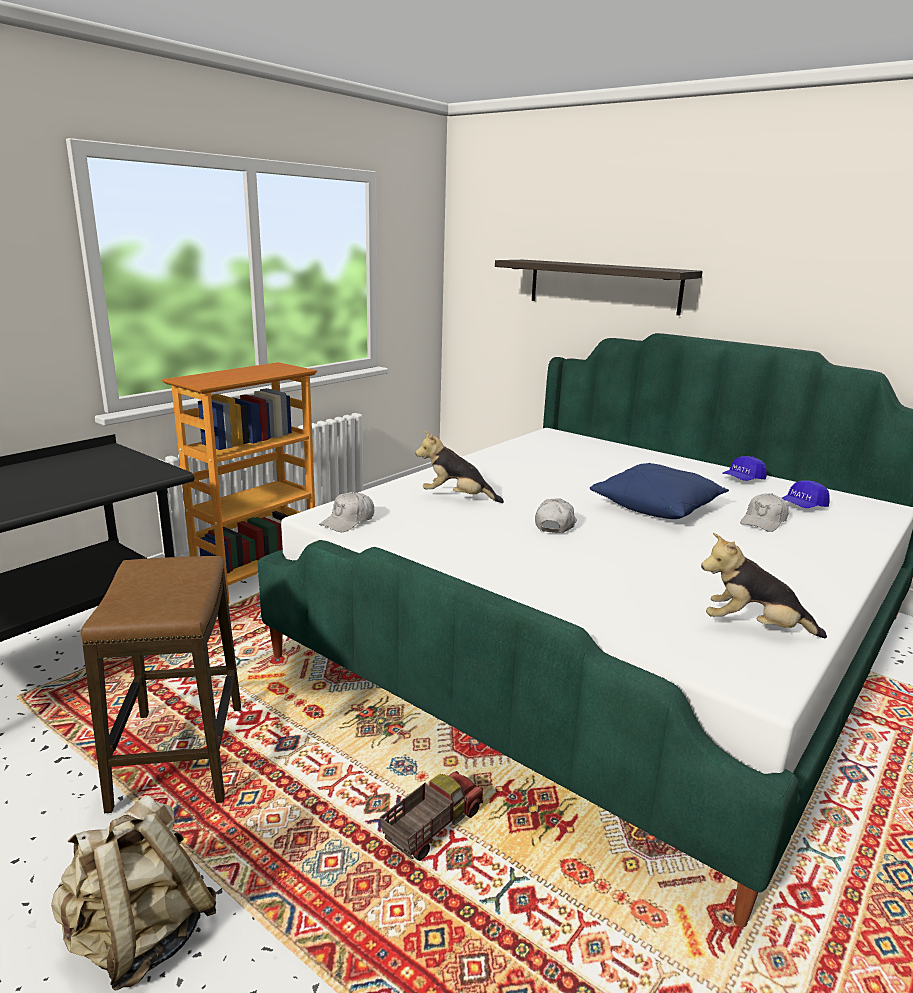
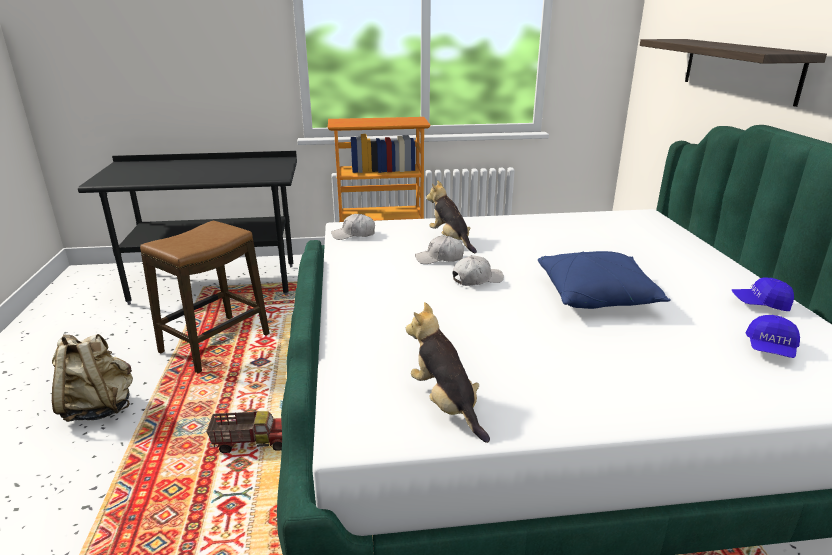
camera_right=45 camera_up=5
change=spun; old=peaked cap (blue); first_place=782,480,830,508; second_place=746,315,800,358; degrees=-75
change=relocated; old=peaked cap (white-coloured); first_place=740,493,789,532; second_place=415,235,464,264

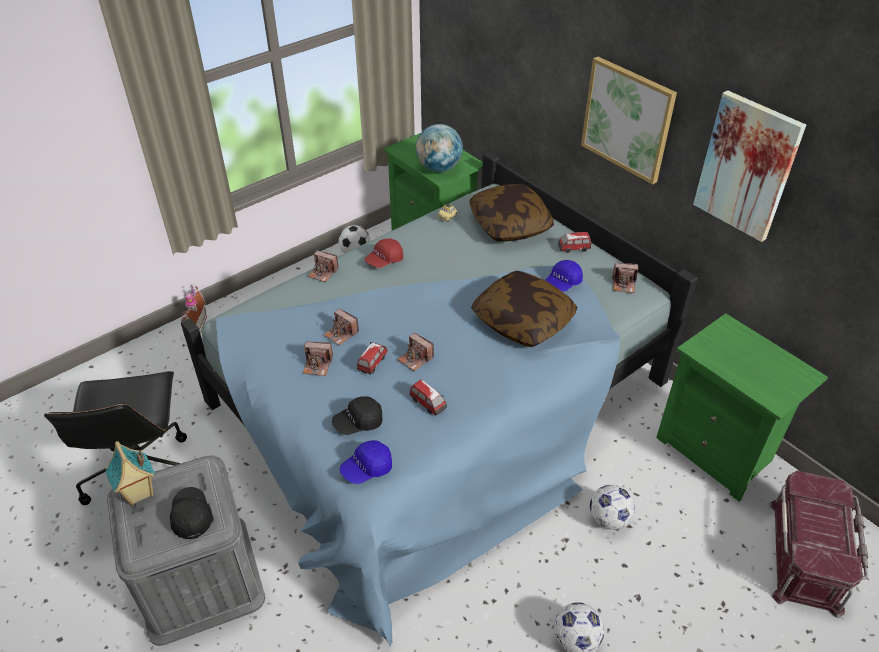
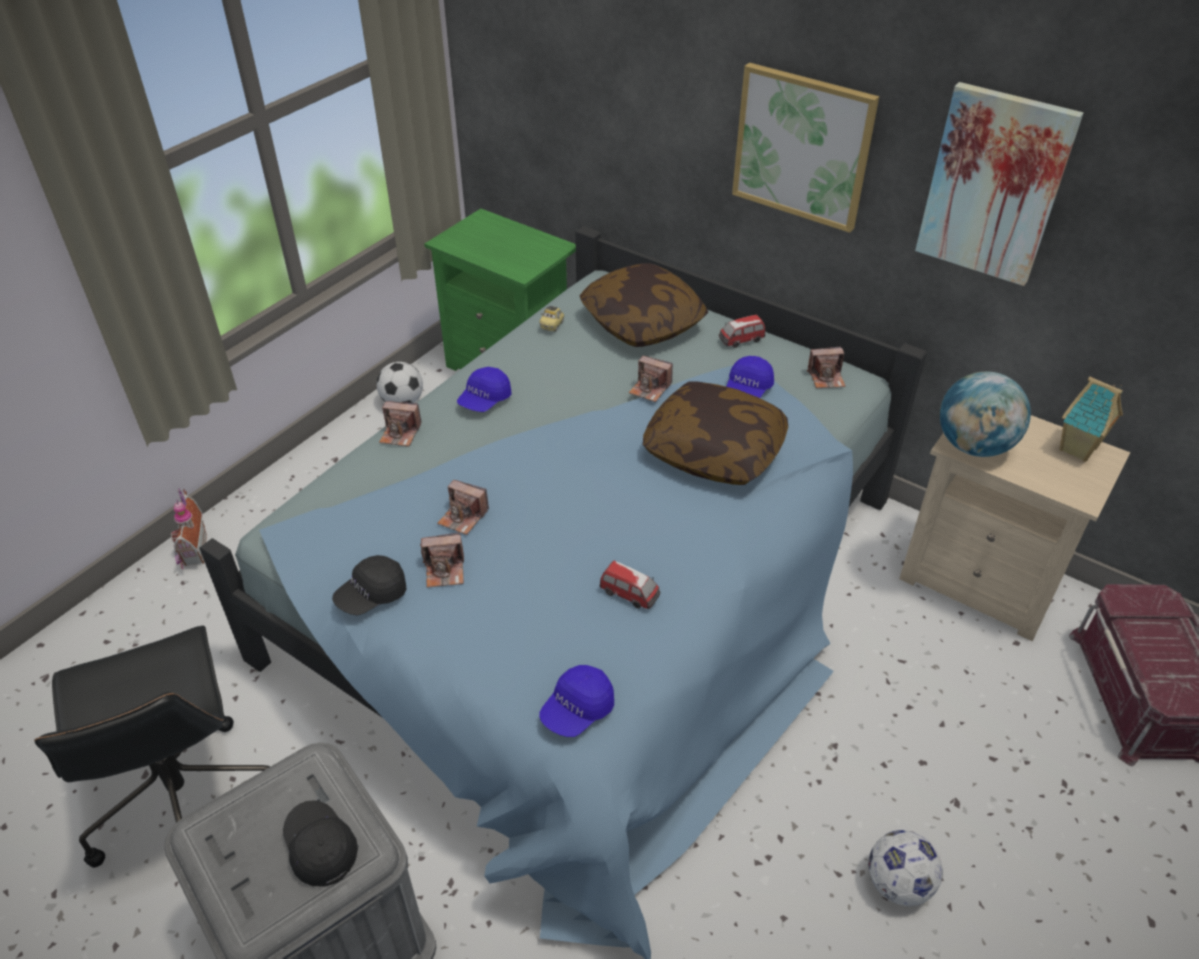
camera_right=-15 camera_up=0
change=relocated; old=globe; first_place=416,124,463,172; second_place=940,372,1031,457
change=colour; old=peaked cap (red-coloured); new=peaked cap (blue); first_place=365,238,403,268; second_place=457,367,512,412
change=colour; old=bedside table (green-coloured); new=bedside table (beige-coloured); first_place=656,313,828,501; second_place=899,415,1130,641
change=relocated; old=still camera; first_place=397,333,434,371; second_place=629,356,673,402
change=missing; old=toy car; first_place=357,342,388,374
change=relocated; old=peaked cap (blackish); first_place=332,396,383,435; second_place=332,555,406,615
change=relocated; old=miniature house; first_place=105,441,155,505; second_place=1060,377,1123,462
change=missing; old=ball for football; first_place=590,485,635,530

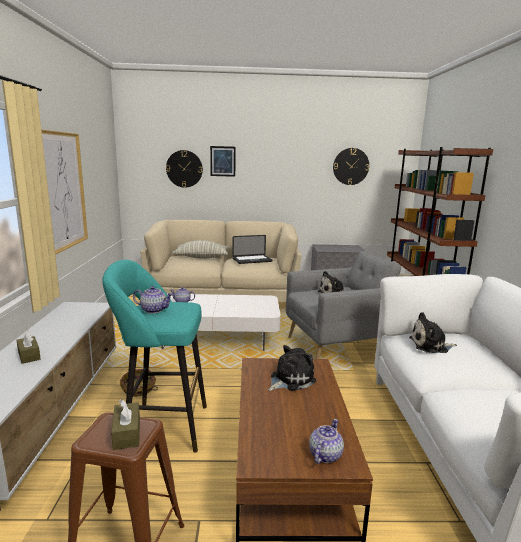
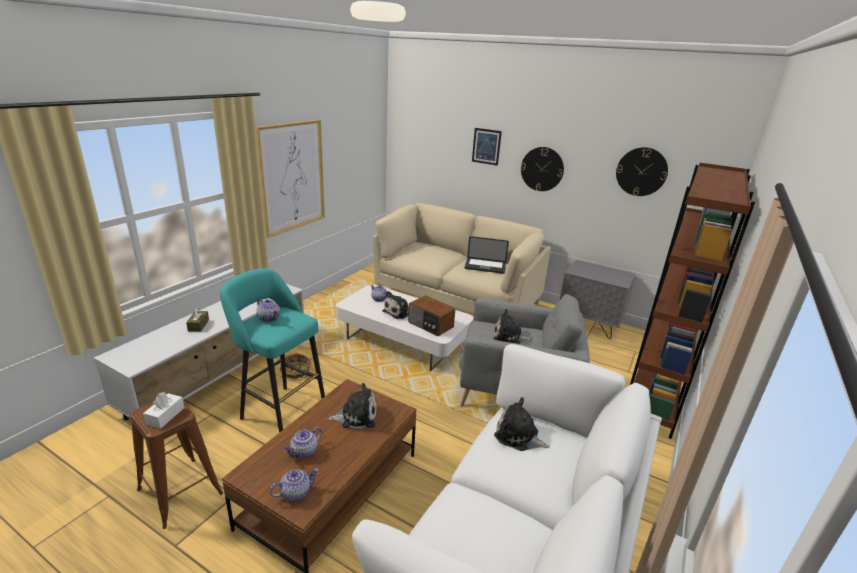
camera_right=30 camera_up=10
change=relocated; old=hanging clock; first_place=166,150,203,188; second_place=521,147,564,191
change=missing; old=throw pillow; first_place=173,240,229,258
change=colour; old=tissue box (brown); new=tissue box (white-coloured); first_place=111,399,140,450; second_place=143,392,184,429
change=appeared; new=cuddly toy; second_place=382,291,409,319
change=appeared; new=radio receiver; second_place=408,296,455,336
change=appeared; new=tea pot; second_place=284,427,322,459

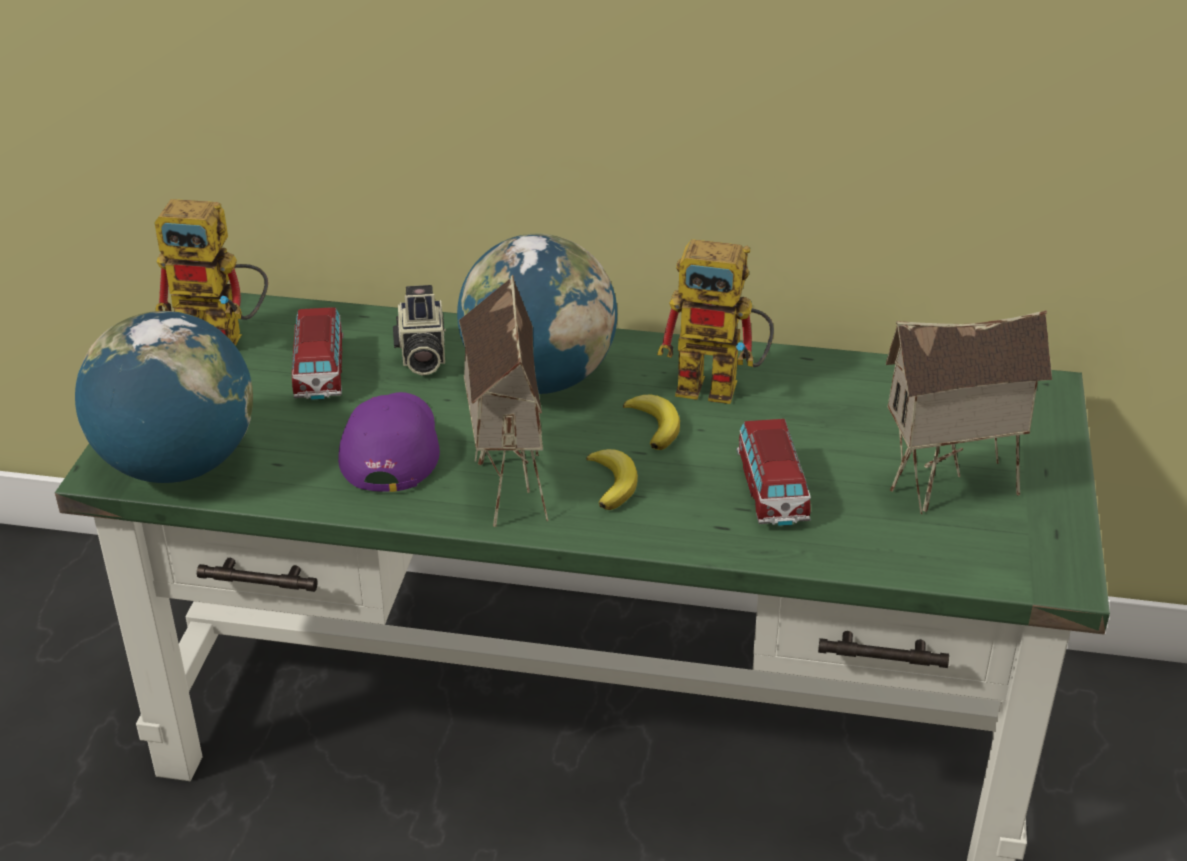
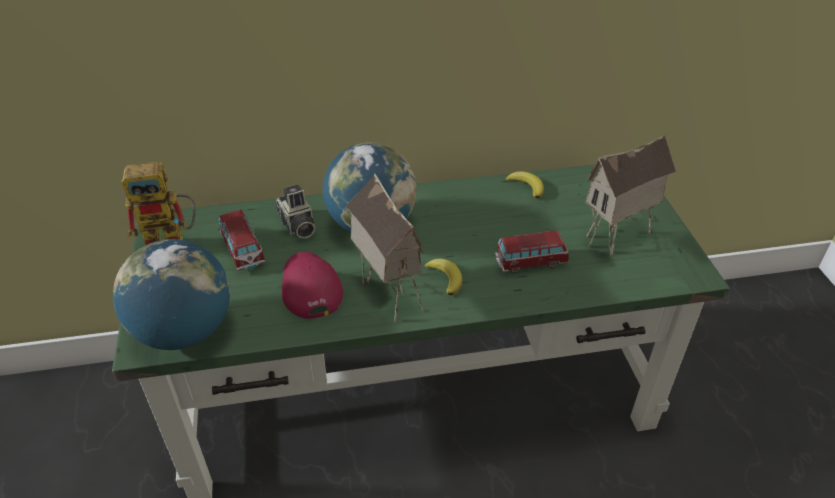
camera_right=-20 camera_up=5
change=missing; old=toy robot; first_place=657,239,774,404
change=colour; old=peaked cap (purple); new=peaked cap (red-coloured); first_place=338,392,440,492; second_place=282,252,343,319
change=relocated; old=banana fruit; first_place=623,395,680,450; second_place=505,171,544,199
change=spun; old=toy car; first_place=736,419,811,526; second_place=495,230,569,273; degrees=-75

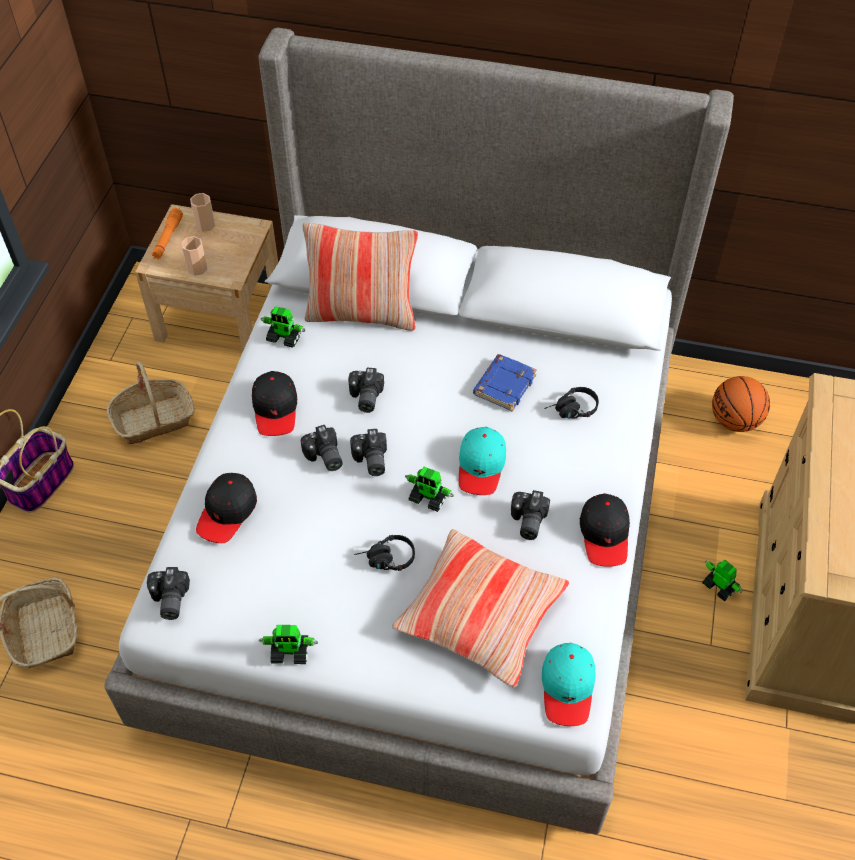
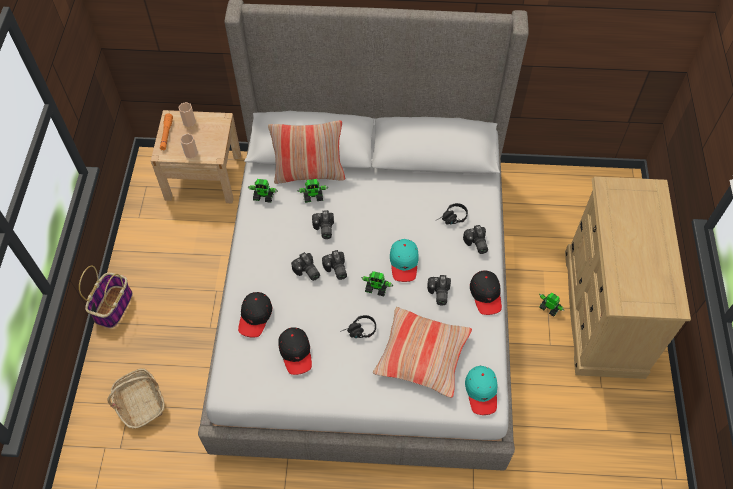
camera_right=-10 camera_up=5
change=missing; old=book (blue); first_place=473,354,537,412
change=missing; old=storage basket; first_place=107,362,195,444
change=relocated; old=peaked cap (blackish); first_place=252,371,297,436; second_place=278,327,312,375
change=missing; old=ball for basketball; first_place=712,376,770,432
change=relocated; old=still camera; first_place=147,567,190,620; second_place=463,225,488,254
change=relocated; old=toy robot; first_place=259,625,318,664; second_place=297,179,328,203

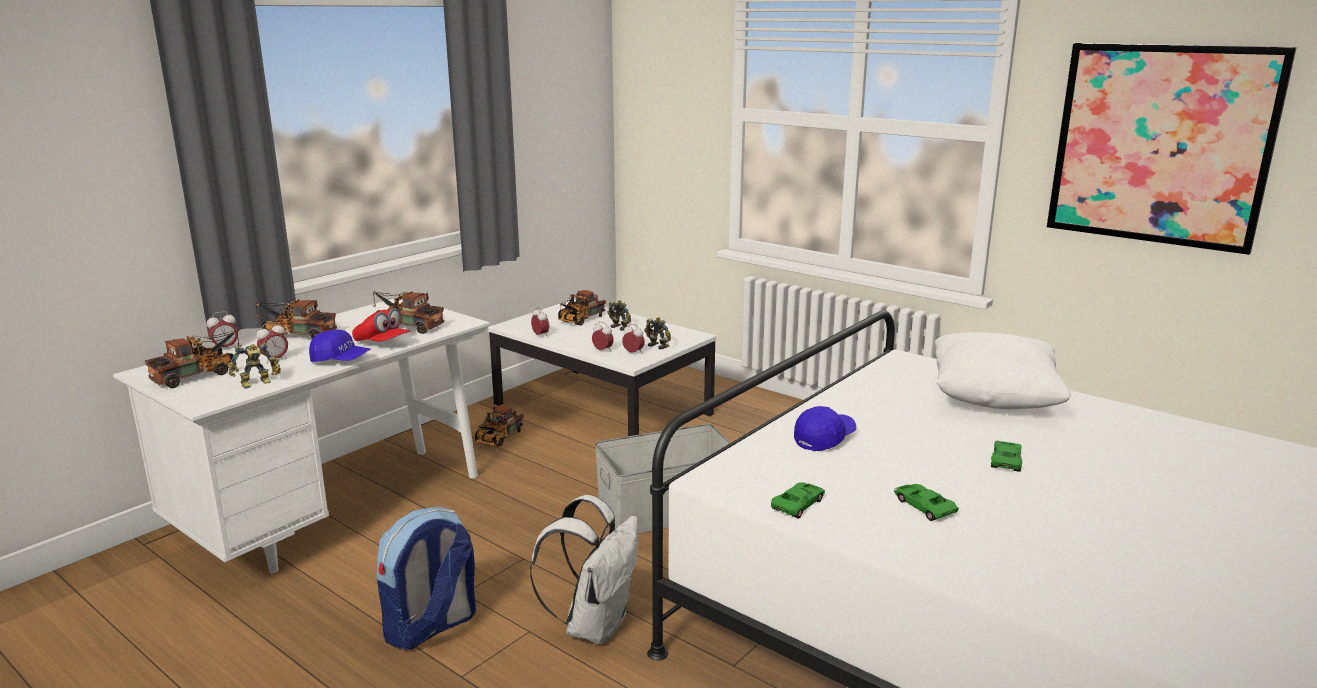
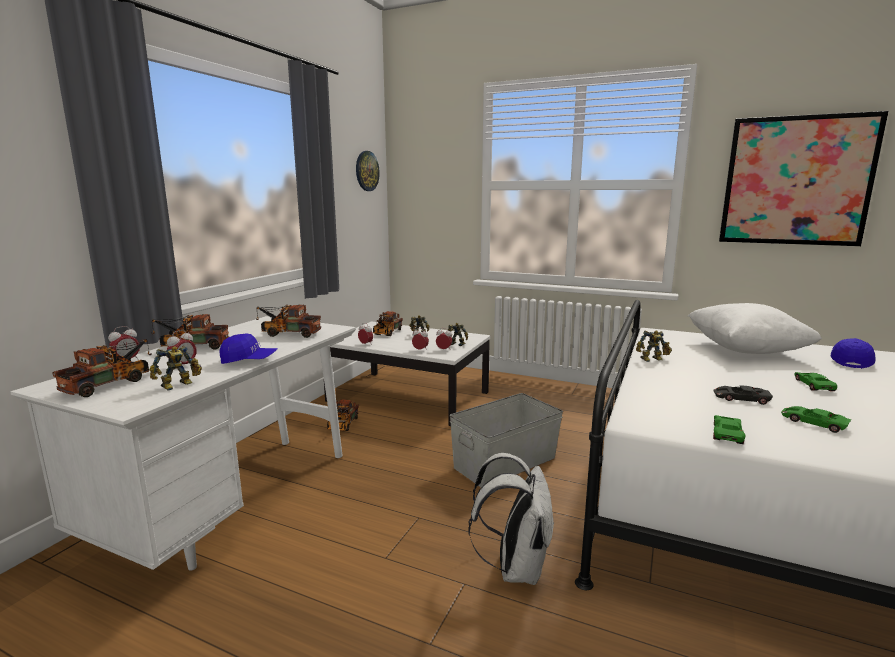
camera_right=-15 camera_up=-5
change=missing; old=peaked cap (red-coloured); first_place=352,308,411,342
change=relocated; old=peaked cap (blue); first_place=794,406,856,451; second_place=831,338,875,369
change=missing; old=knapsack; first_place=377,507,476,650
change=appeared; new=hanging clock; second_place=356,151,380,191
change=appeared; new=toy robot; second_place=636,330,672,362
change=appeared; new=toy car (blackish); second_place=714,385,773,405

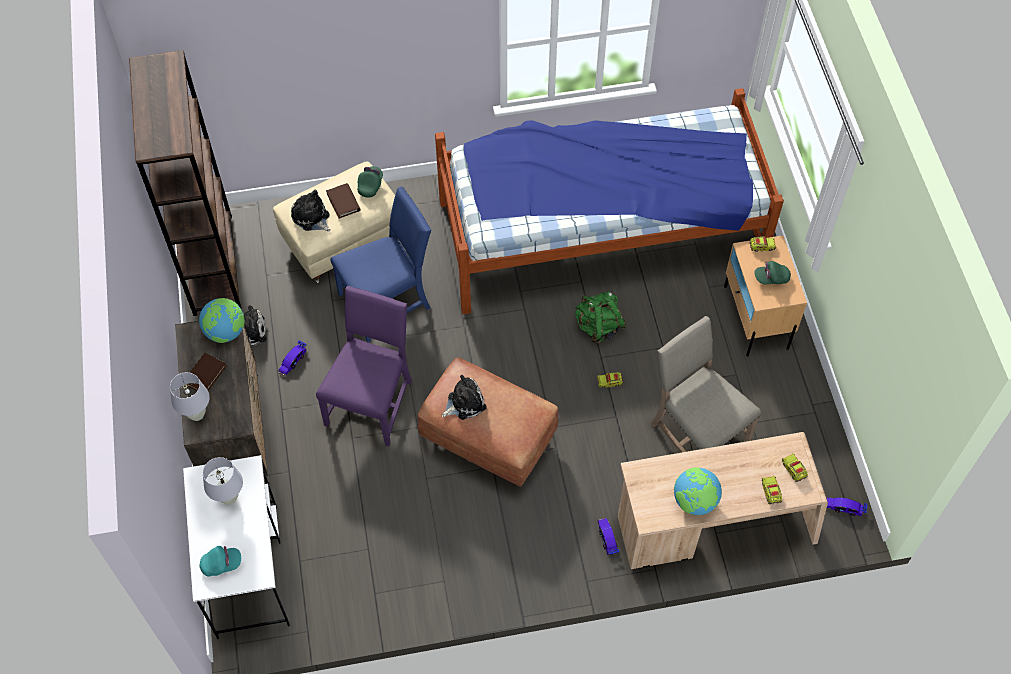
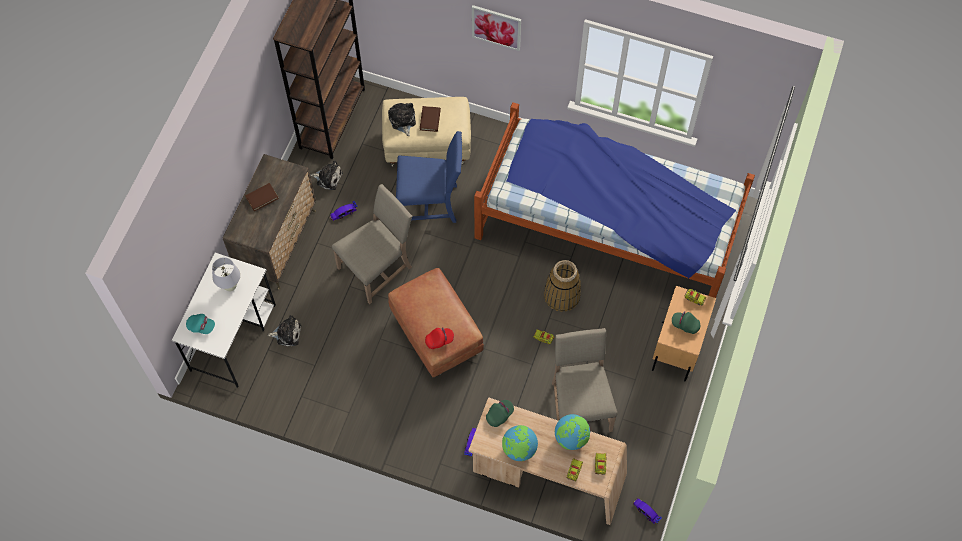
camera_right=30 camera_up=5
change=relocated; old=peaked cap (green-coloured); first_place=357,166,383,198; second_place=486,400,514,427
change=colour; old=chair (purple); new=chair (beige-coloured); first_place=316,286,412,446; second_place=332,184,412,304
change=exchanged; old=knapsack (green-coloured); new=storage basket; first_place=575,291,626,343; second_place=544,260,581,312
change=relocated; old=globe; first_place=199,298,245,343; second_place=555,414,590,450
change=missing; old=tabletop lamp (white-coloured); first_place=170,372,210,421
change=relocated; old=cuddly toy; first_place=442,375,487,420; second_place=267,315,301,347
change=appeared; new=wall art; second_place=472,5,521,51
change=appeared; new=peaked cap (red-coloured); second_place=425,327,454,349

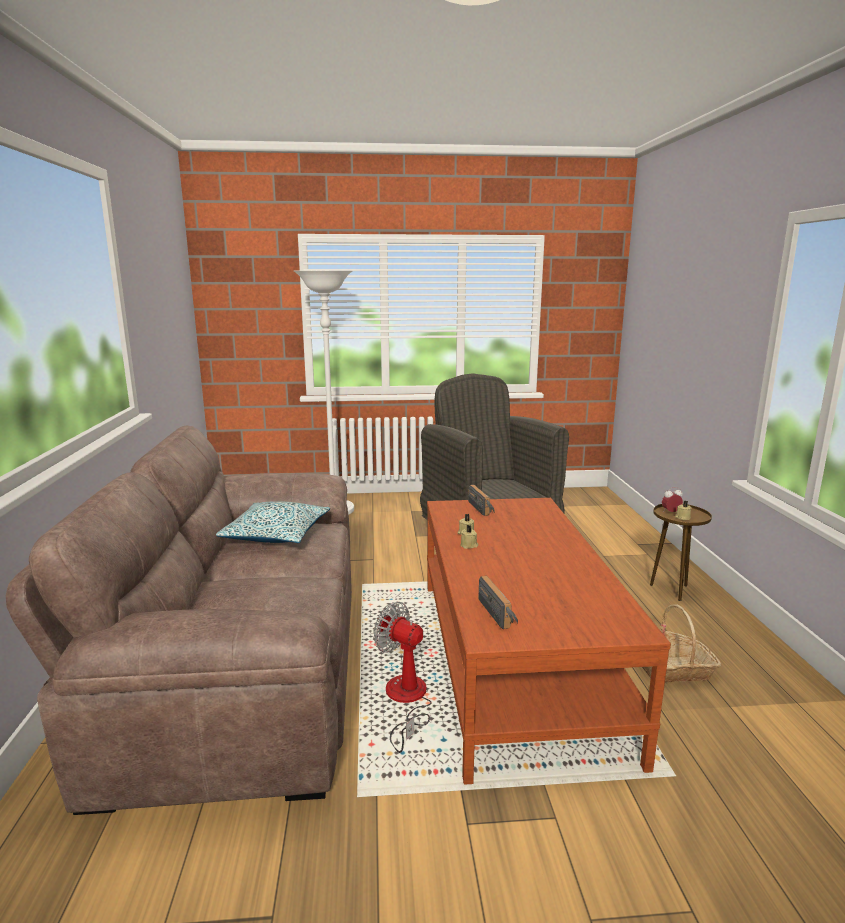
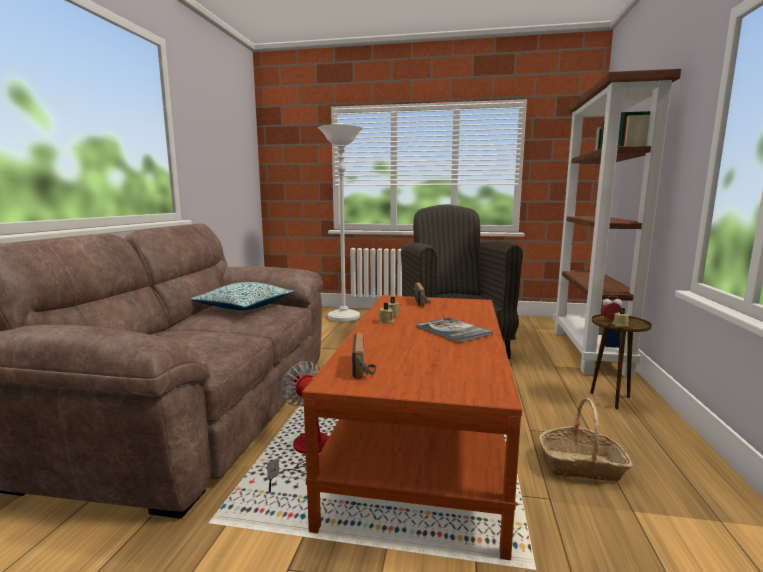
camera_right=15 camera_up=-5
change=appeared; new=bookshelf (brown); second_place=553,69,681,378
change=appeared; new=book; second_place=416,318,493,343

